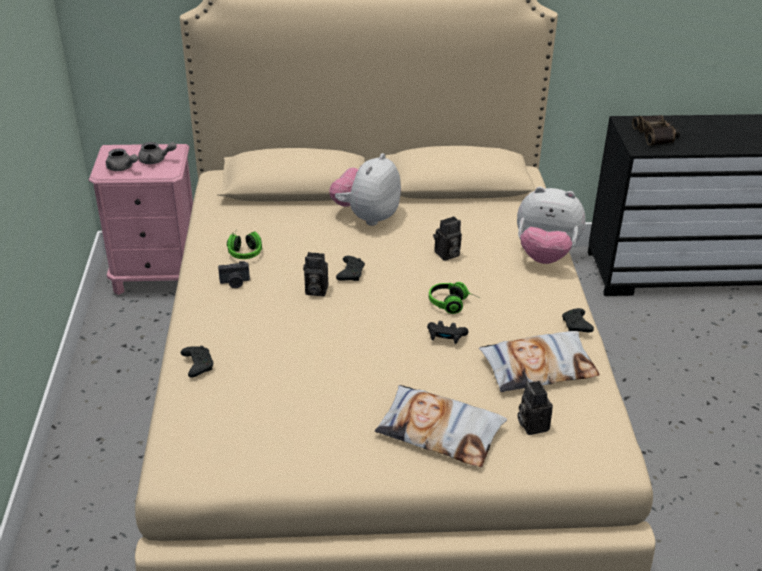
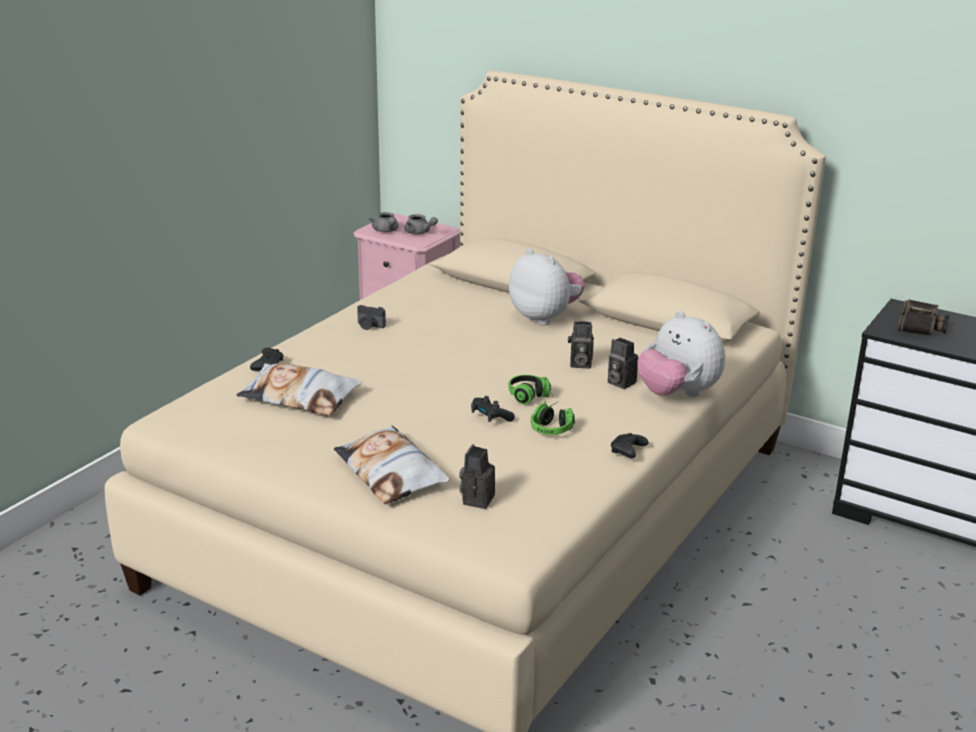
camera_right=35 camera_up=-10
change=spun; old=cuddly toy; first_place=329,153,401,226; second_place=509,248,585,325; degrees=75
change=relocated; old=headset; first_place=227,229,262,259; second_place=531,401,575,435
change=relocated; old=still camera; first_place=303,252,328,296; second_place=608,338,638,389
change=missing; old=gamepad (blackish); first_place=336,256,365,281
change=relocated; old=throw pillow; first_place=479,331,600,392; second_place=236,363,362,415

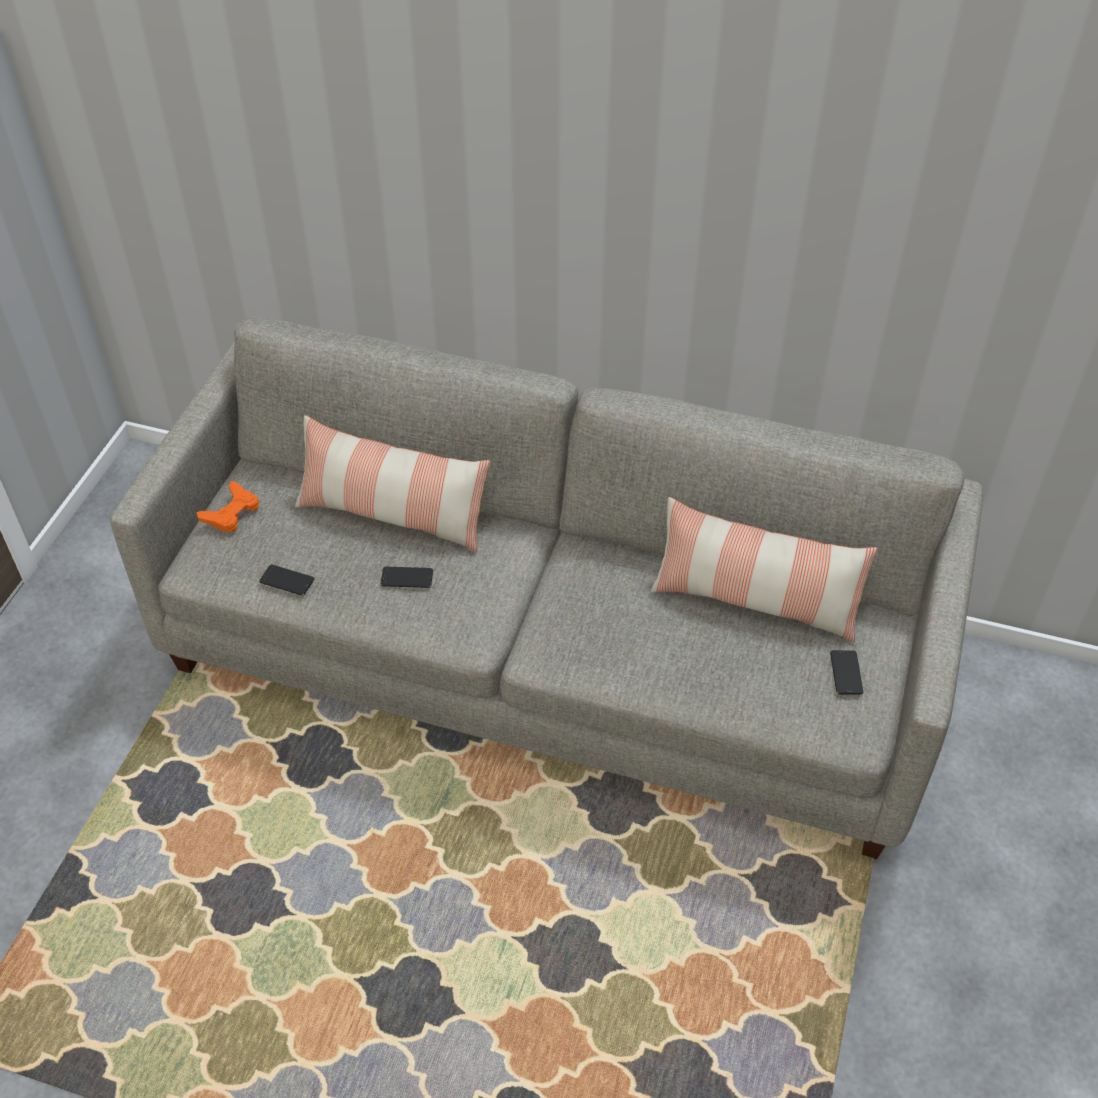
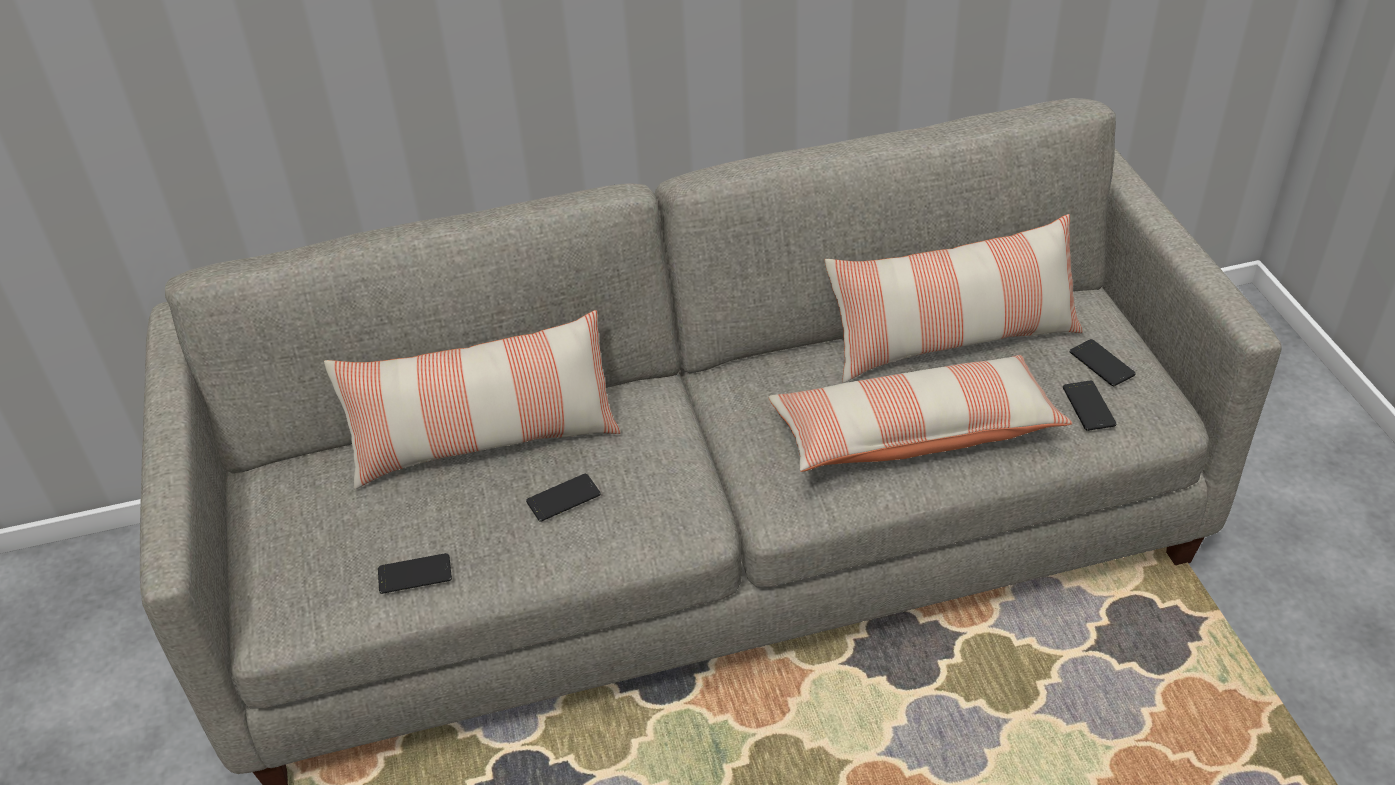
camera_right=-30 camera_up=-5
change=missing; old=gamepad (orange-coloured); first_place=196,481,259,532
change=appeared; new=throw pillow; second_place=768,355,1073,472
change=appeared; new=handset; second_place=1063,381,1116,431

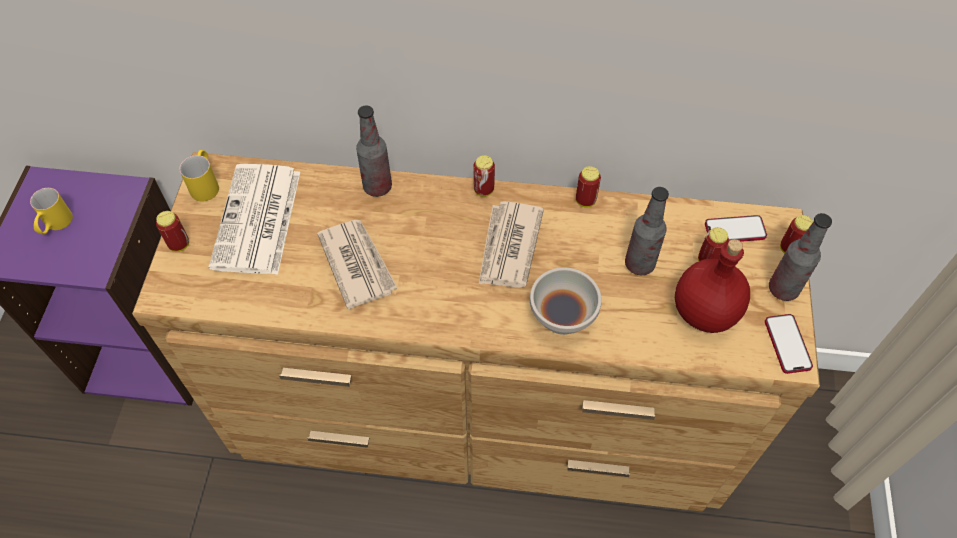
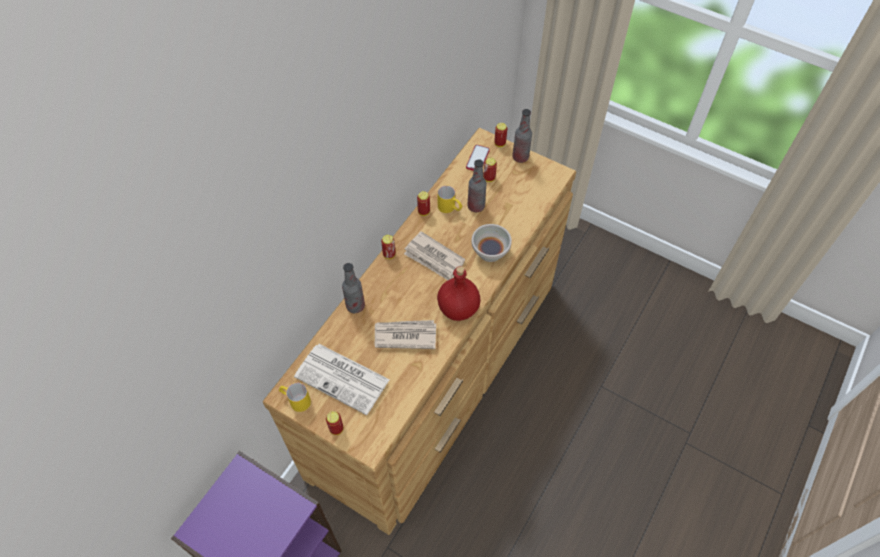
camera_right=-65 camera_up=0
change=relocated; old=mug (yellow); first_place=30,188,73,235; second_place=438,186,462,213
change=relocated; old=drink bottle (red-coloured); first_place=675,239,750,333; second_place=437,266,480,321
change=missing; old=handset; first_place=765,314,813,374

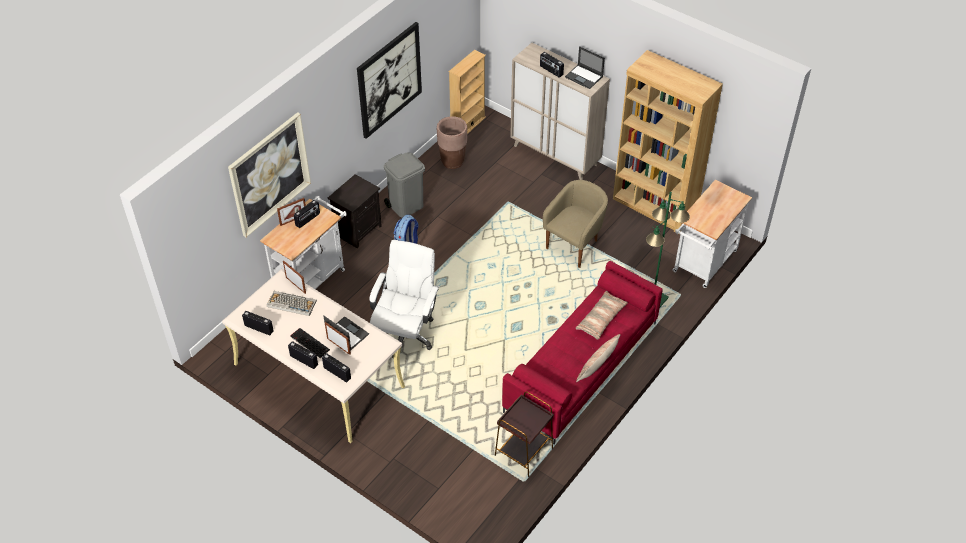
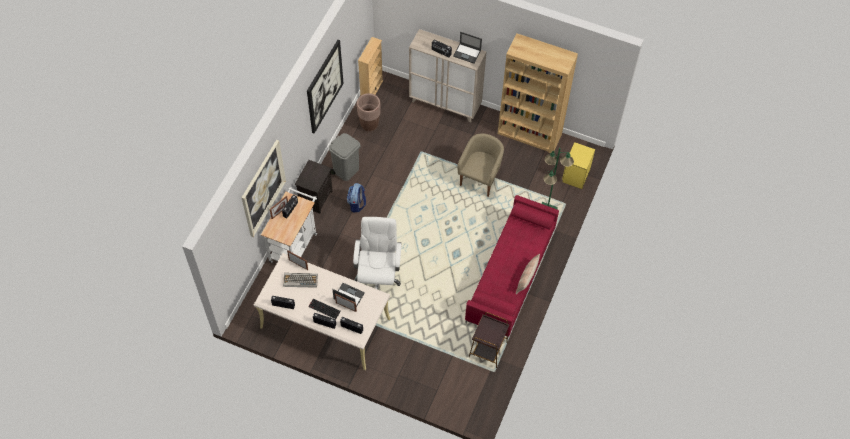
camera_right=-15 camera_up=10
change=exchanged; old=wheeled cart (white-coloured); new=bedside table (yellow); first_place=672,180,752,288; second_place=562,142,595,189
change=missing; old=throw pillow; first_place=576,291,628,340

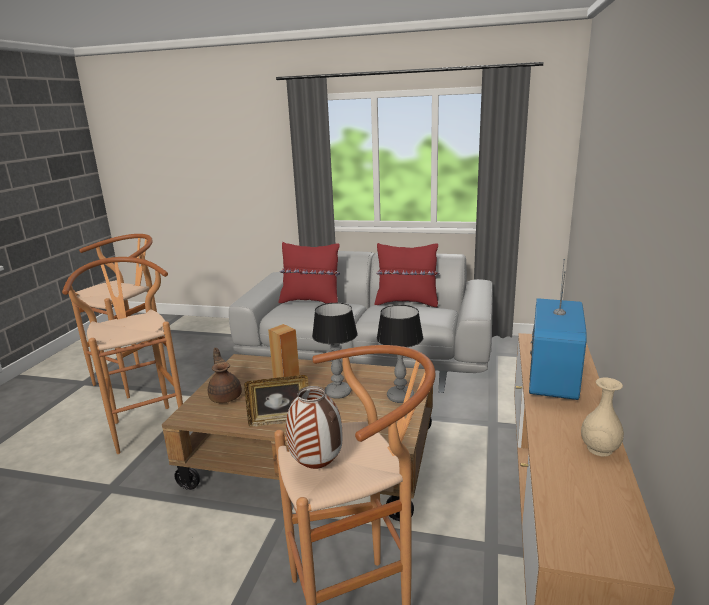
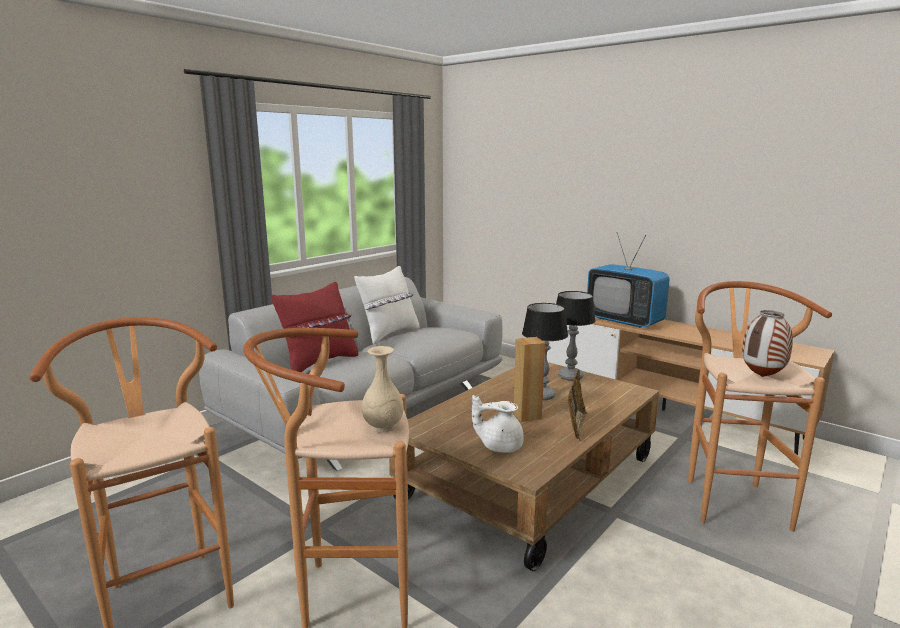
camera_right=-65 camera_up=-5
change=colour; old=throw pillow (red-coloured); new=throw pillow (white-coloured); first_place=374,243,439,307; second_place=354,266,419,345
change=colour; old=tea pot (brown); new=tea pot (white-coloured); first_place=208,348,242,403; second_place=472,395,524,453
change=relocated; old=decorative vase (beige-coloured); first_place=581,378,624,456; second_place=362,346,404,432

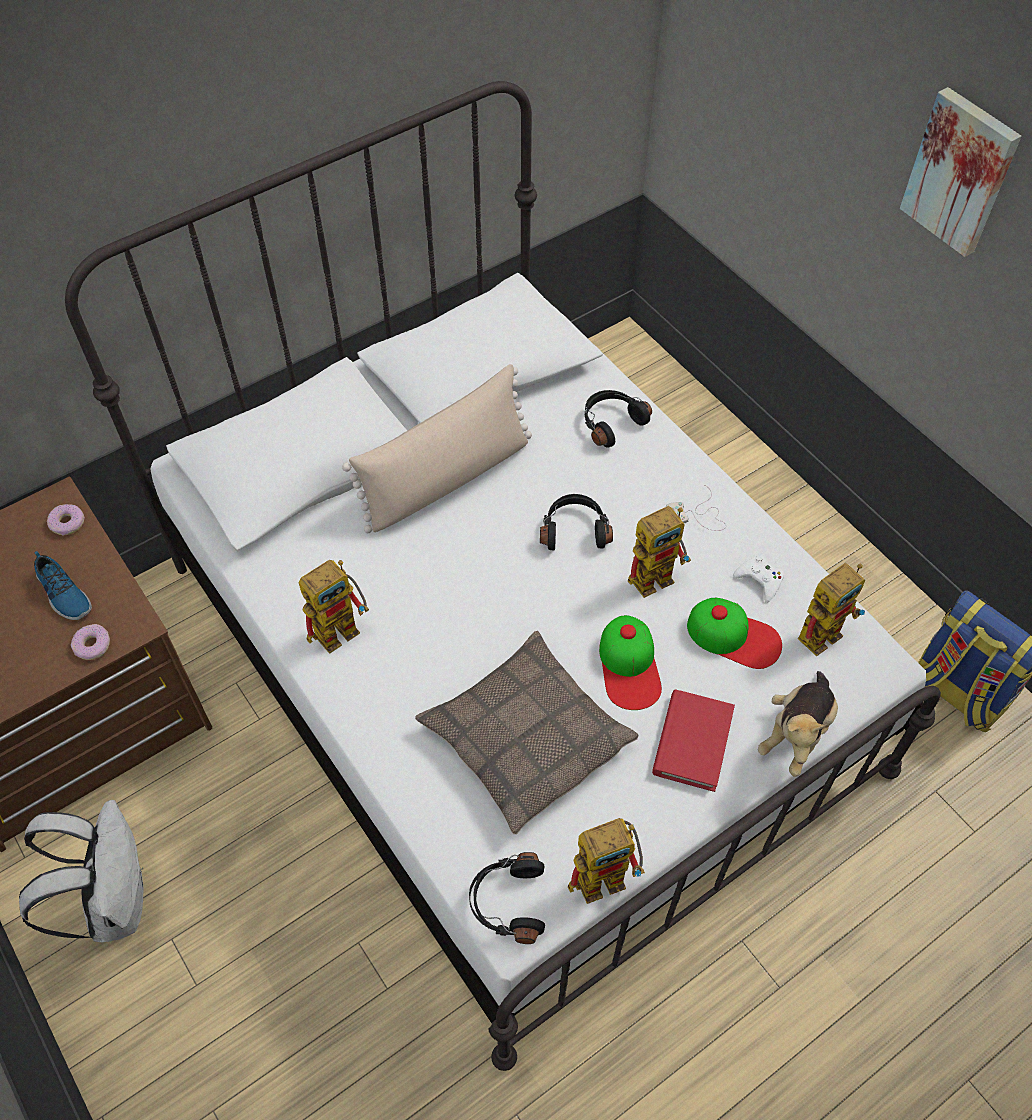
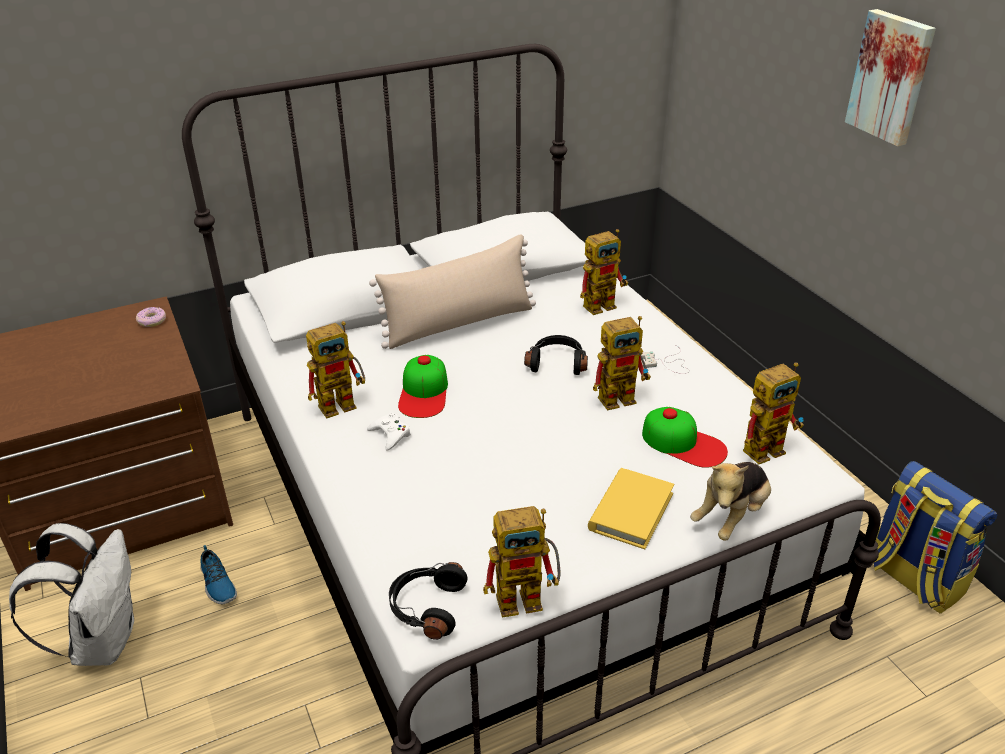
camera_right=10 camera_up=-20
change=exchanged; old=headset (blackish); new=toy robot; first_place=585,390,652,448; second_place=580,229,628,315
change=relocated; old=shoe; first_place=34,551,92,620; second_place=200,545,237,604
change=relocated; old=gamepad (white-coloured); first_place=733,555,784,603; second_place=367,413,411,451
change=relocated; old=peaked cap; first_place=599,615,662,710; second_place=398,355,448,418
change=missing; old=doughnut; first_place=71,624,110,660
change=missing; old=throw pillow; first_place=415,631,639,834
change=colour; old=book (red-coloured); new=book (yellow); first_place=652,690,735,792; second_place=588,468,674,549

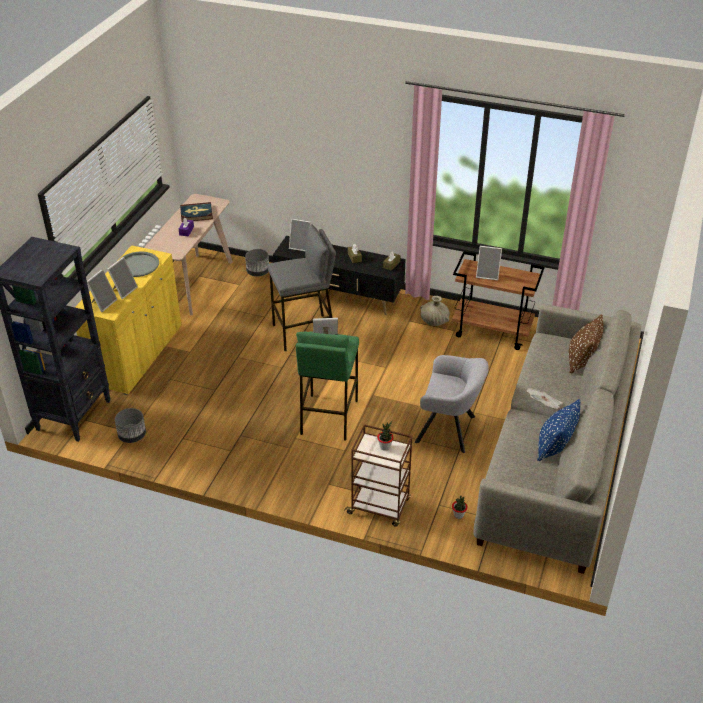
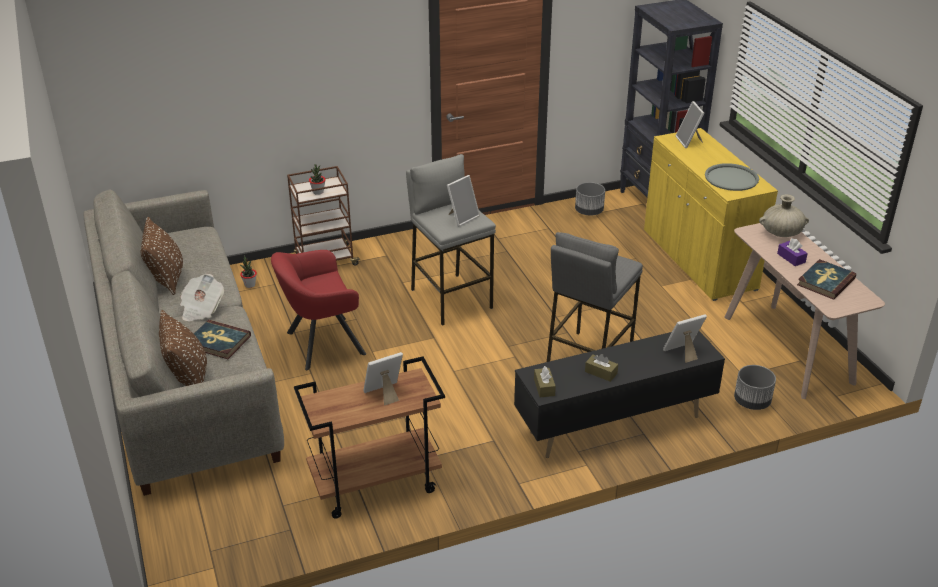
camera_right=140 camera_up=-5
change=missing; old=photo frame; first_place=107,257,138,299
change=relocated; old=decorative vase (beige-coloured); first_place=420,296,450,326; second_place=759,194,809,237
change=colour; old=sitting stool (green-coloured); new=sitting stool (gray); first_place=296,332,359,441; second_place=406,154,496,326
change=colour; old=armchair (gray); new=armchair (red-coloured); first_place=415,355,489,453; second_place=271,250,366,370
change=colour; old=throw pillow (blue); new=throw pillow (brown); first_place=537,399,580,461; second_place=141,217,183,295
change=appeared; new=book; second_place=194,320,251,359

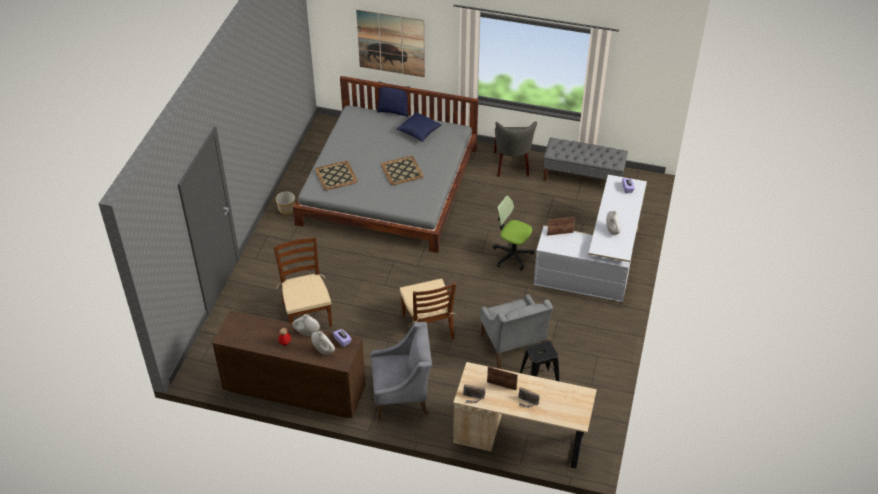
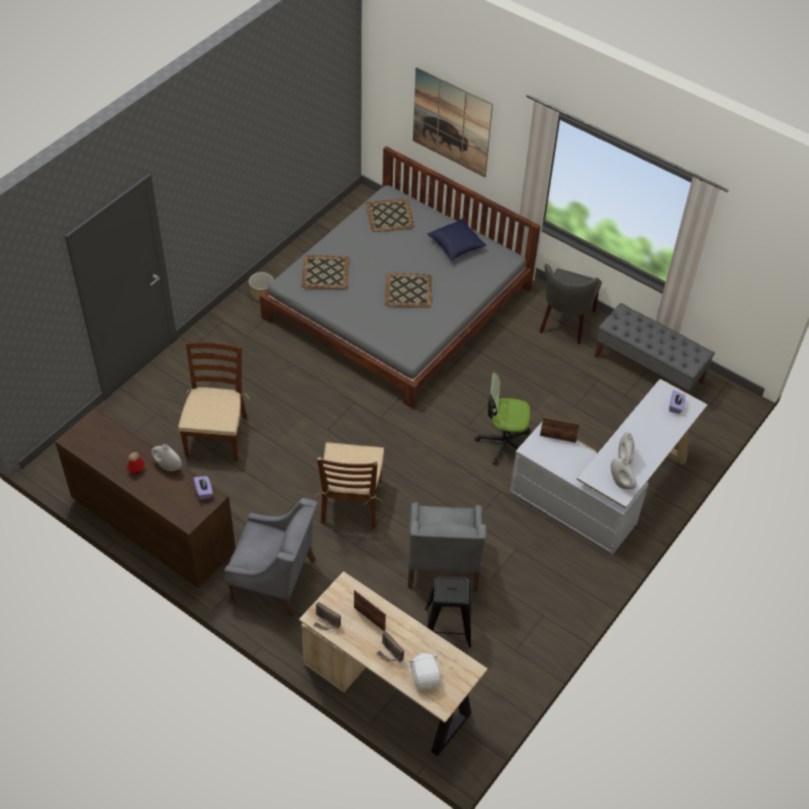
camera_right=20 camera_up=5
change=missing; old=throw pillow (blue); first_place=377,81,408,117
change=spun; old=desk chair; first_place=493,195,535,270; second_place=475,372,531,465; degrees=-45
change=relocated; old=decorative vase (white-coloured); first_place=311,331,335,355; second_place=611,458,637,489
change=appeared; new=tray; second_place=366,198,414,232
change=appeared; new=cuddly toy (white-coloured); second_place=409,653,441,689

